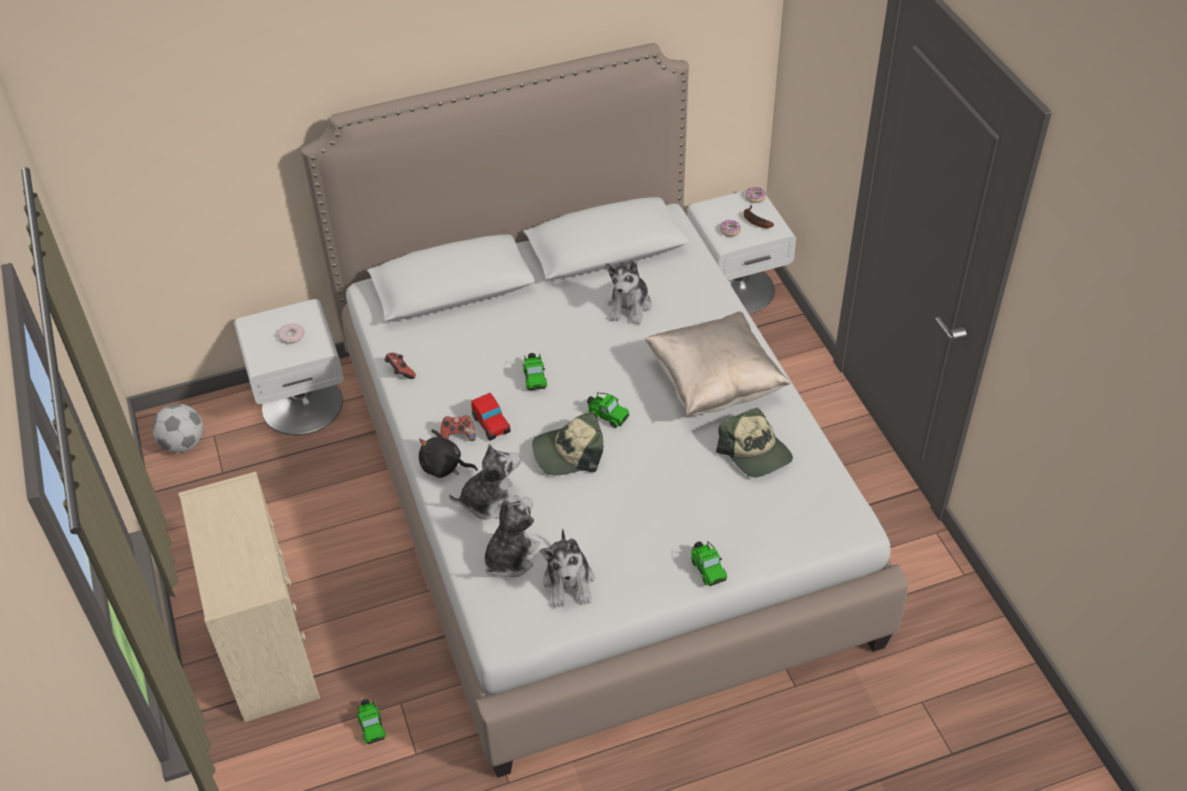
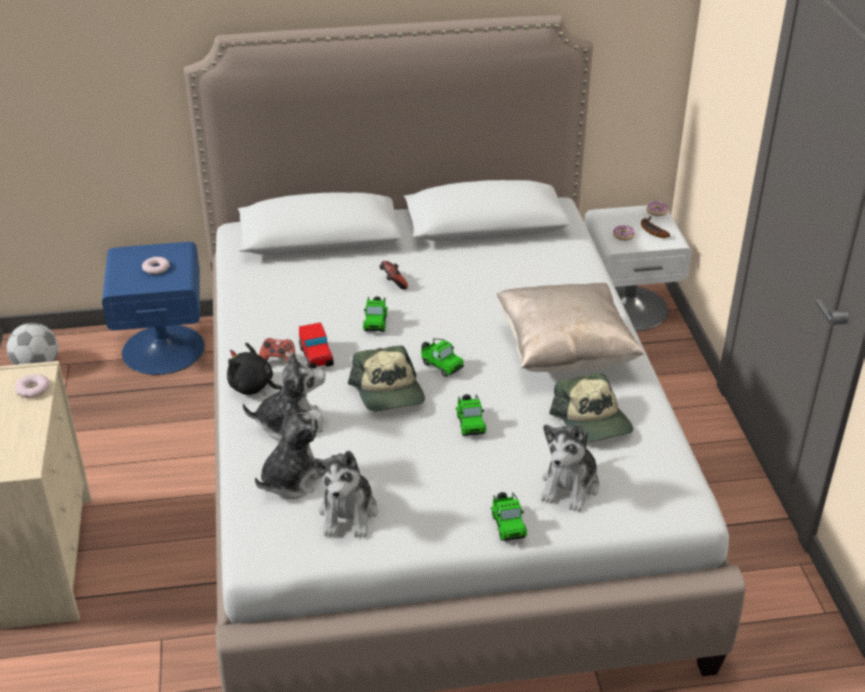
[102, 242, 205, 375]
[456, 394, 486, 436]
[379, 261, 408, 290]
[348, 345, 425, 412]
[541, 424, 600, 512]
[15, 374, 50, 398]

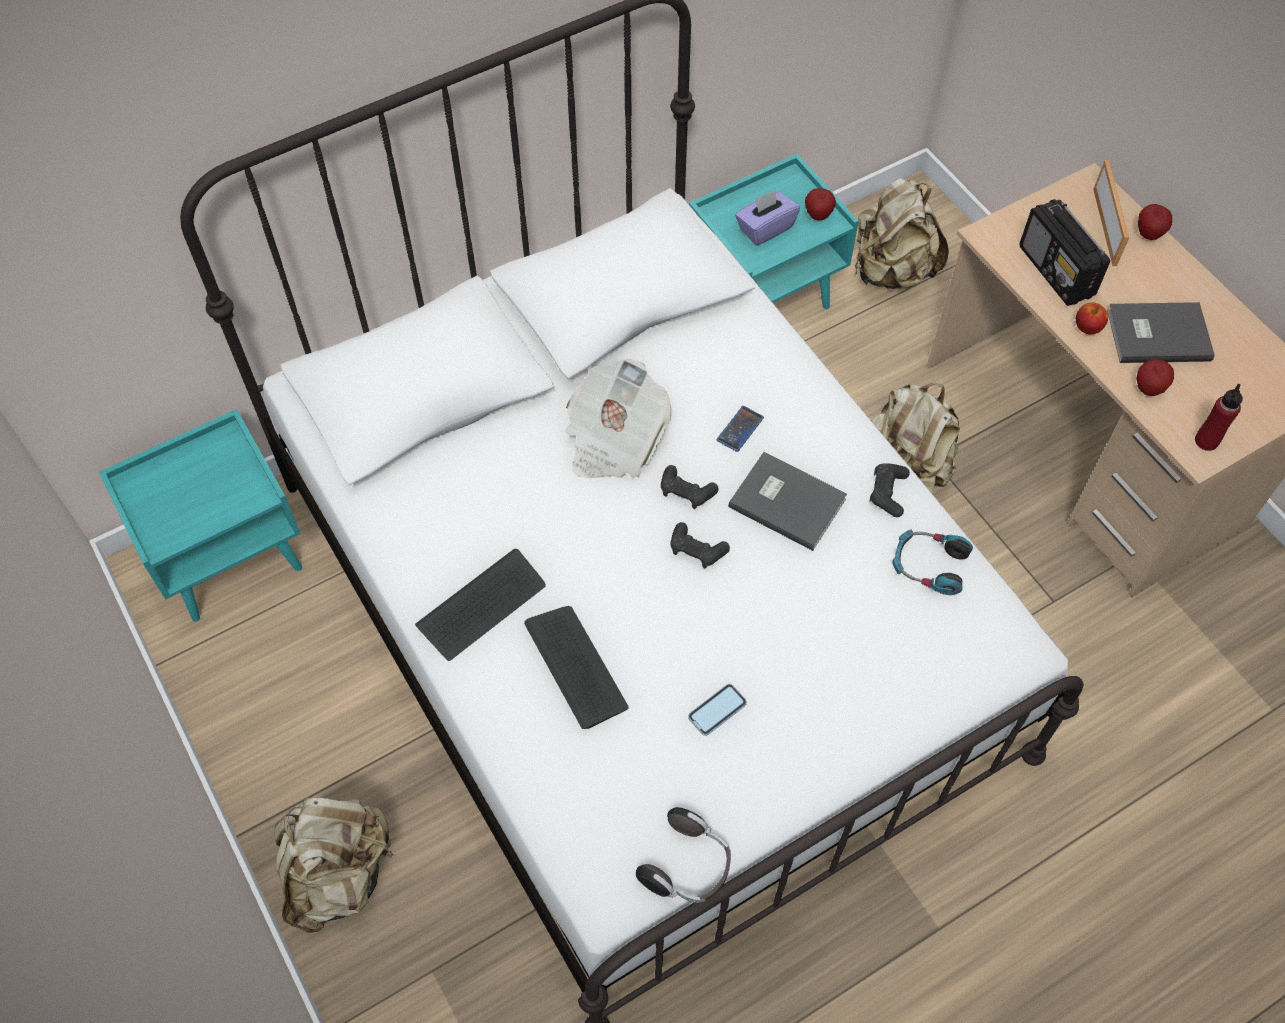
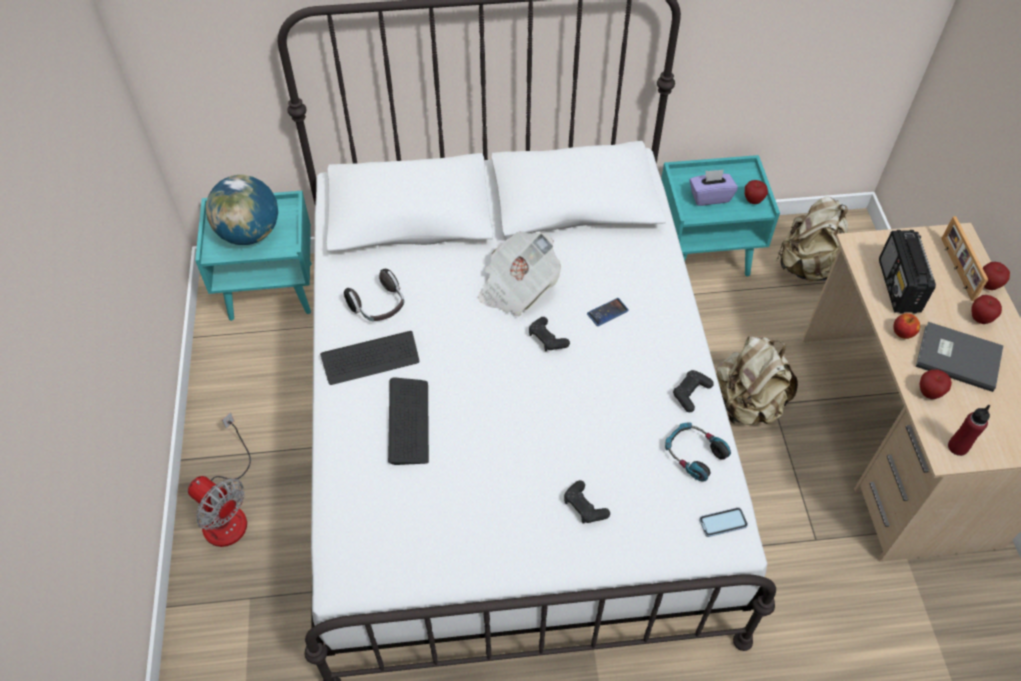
[188, 412, 251, 547]
[344, 269, 404, 321]
[564, 480, 610, 524]
[699, 507, 748, 537]
[728, 452, 847, 551] (first image)
[941, 216, 988, 301]
[206, 175, 278, 245]
[971, 295, 1002, 324]

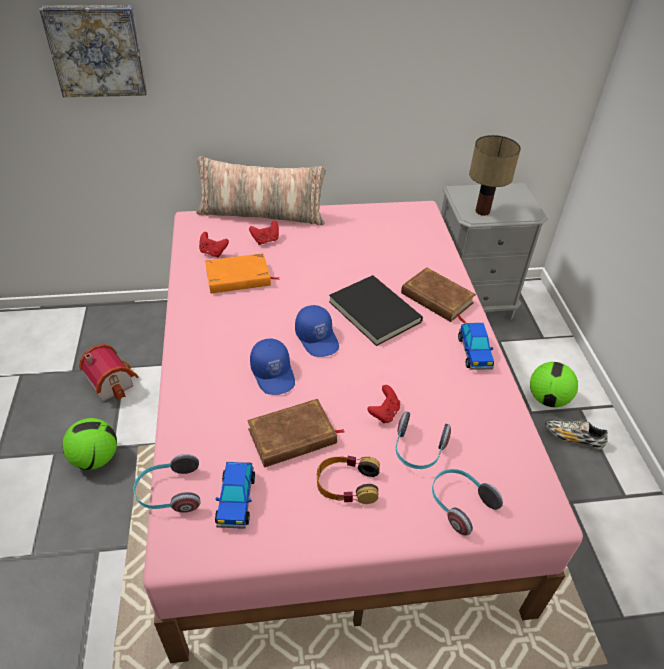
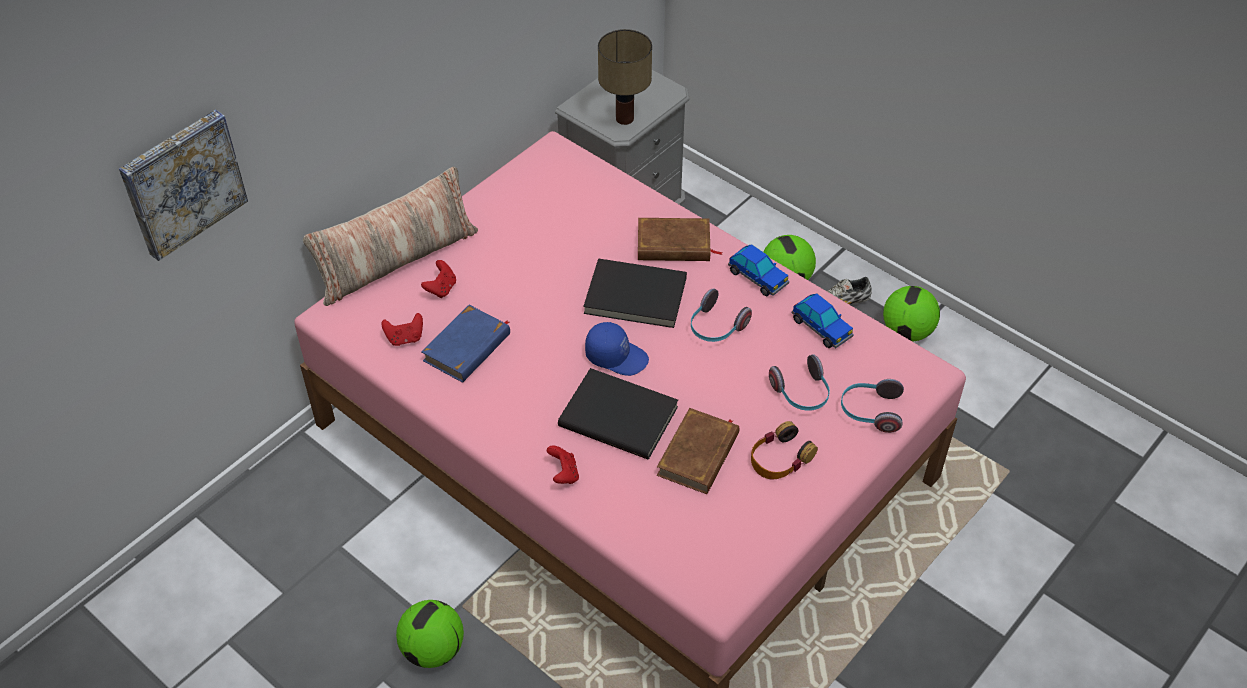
[79, 344, 139, 402] (first image)
[691, 289, 752, 342]
[422, 305, 510, 383]
[792, 294, 854, 349]
[558, 368, 678, 459]
[547, 445, 579, 484]
[883, 286, 940, 341]

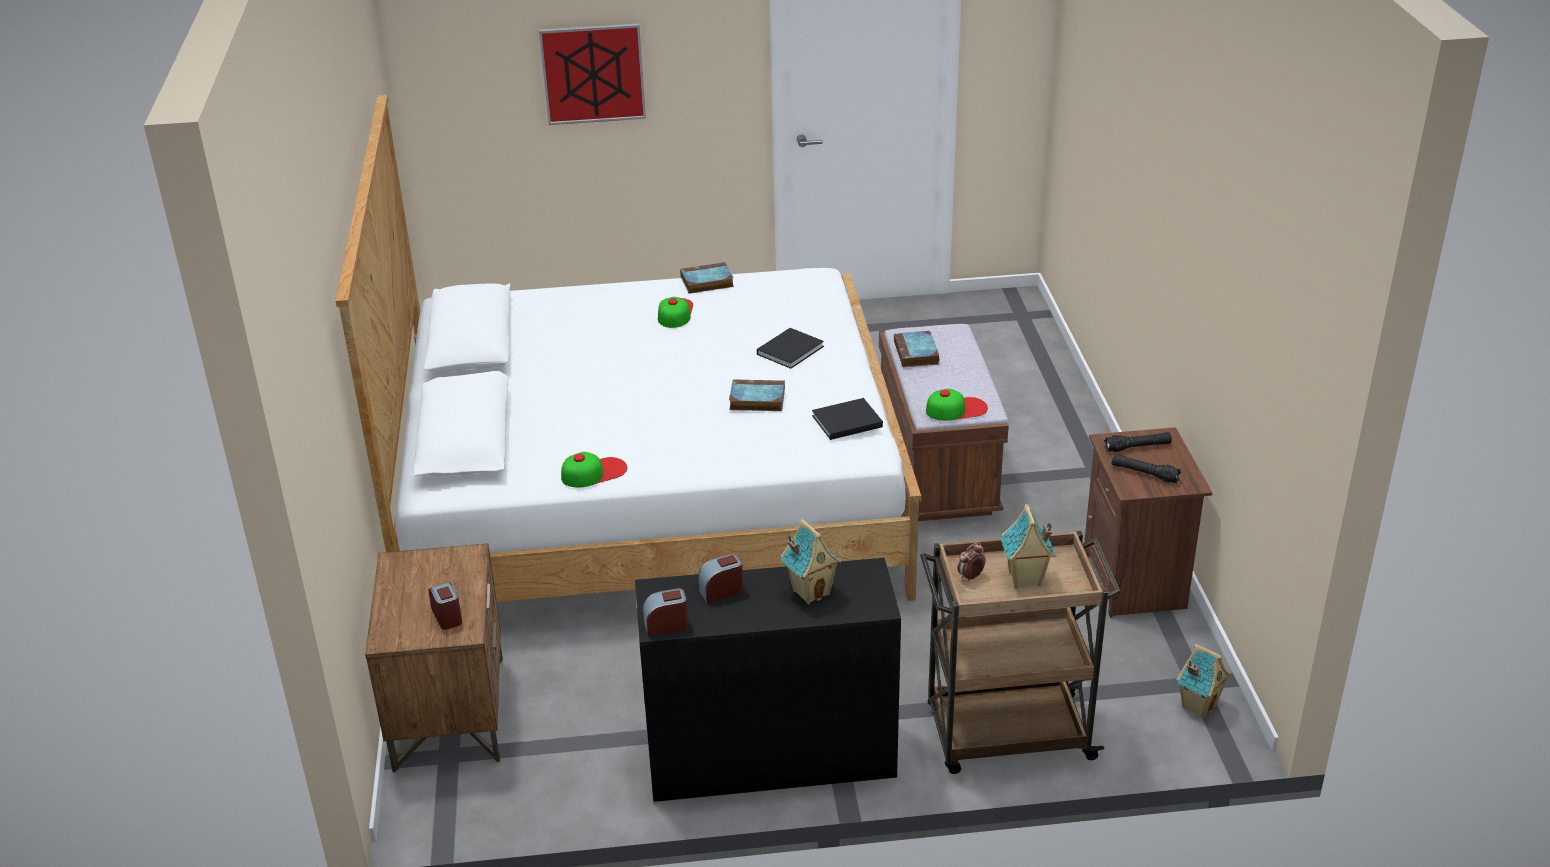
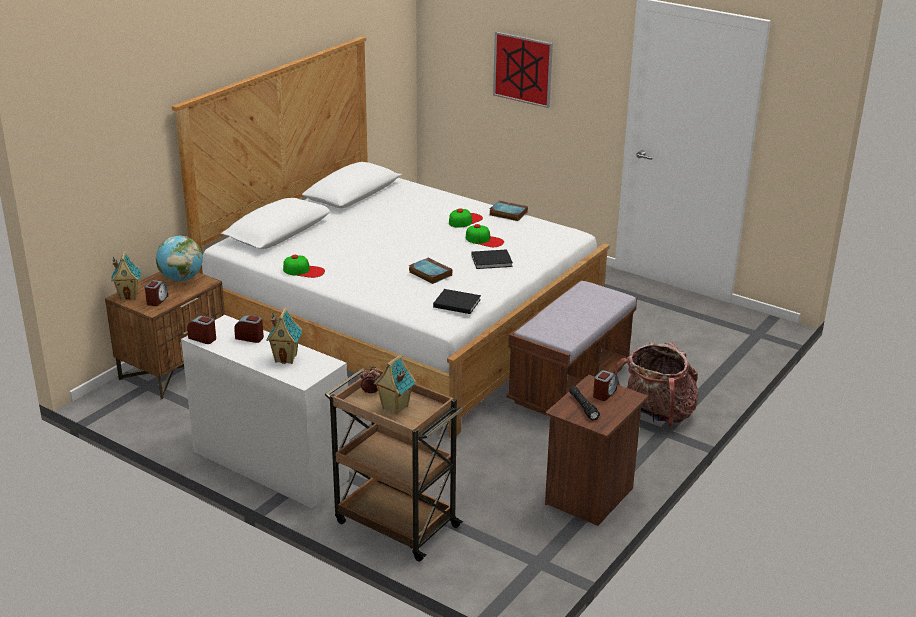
[181, 315, 351, 508]
[894, 331, 940, 367] (first image)
[466, 224, 504, 247]
[593, 370, 618, 401]
[111, 251, 141, 301]
[156, 236, 203, 281]
[615, 342, 698, 430]

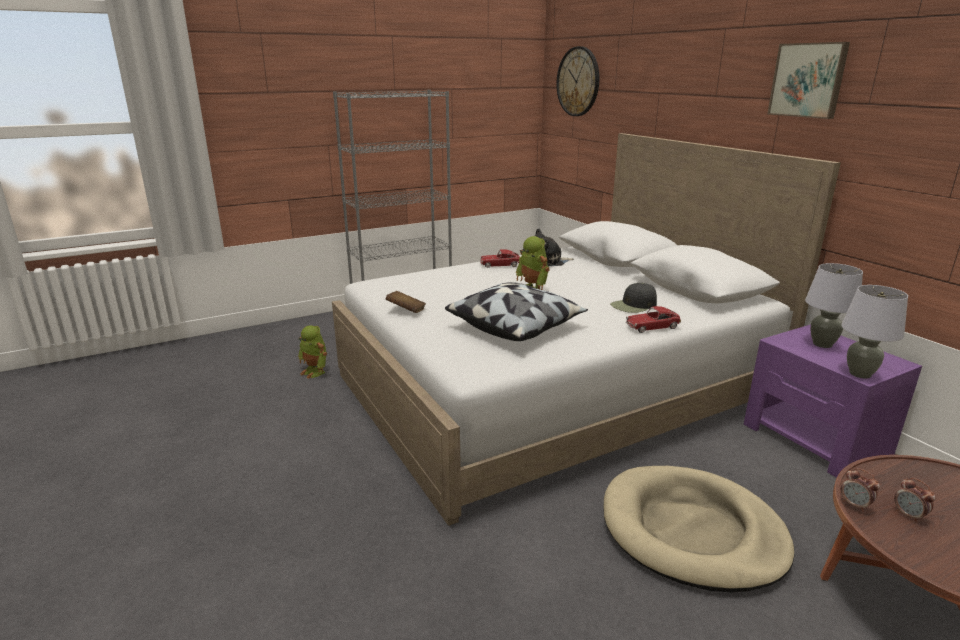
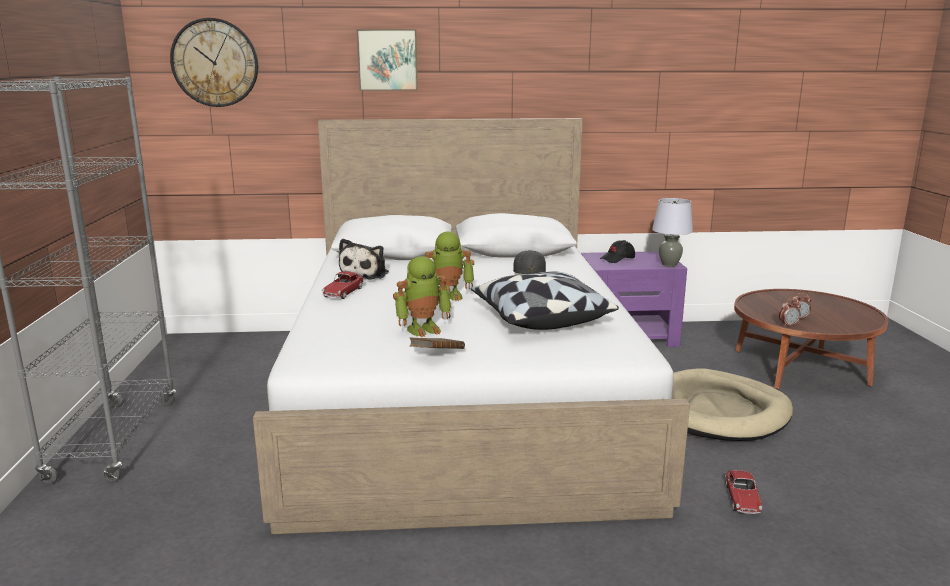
[393, 256, 451, 337]
[725, 470, 762, 514]
[356, 29, 418, 91]
[600, 240, 635, 263]

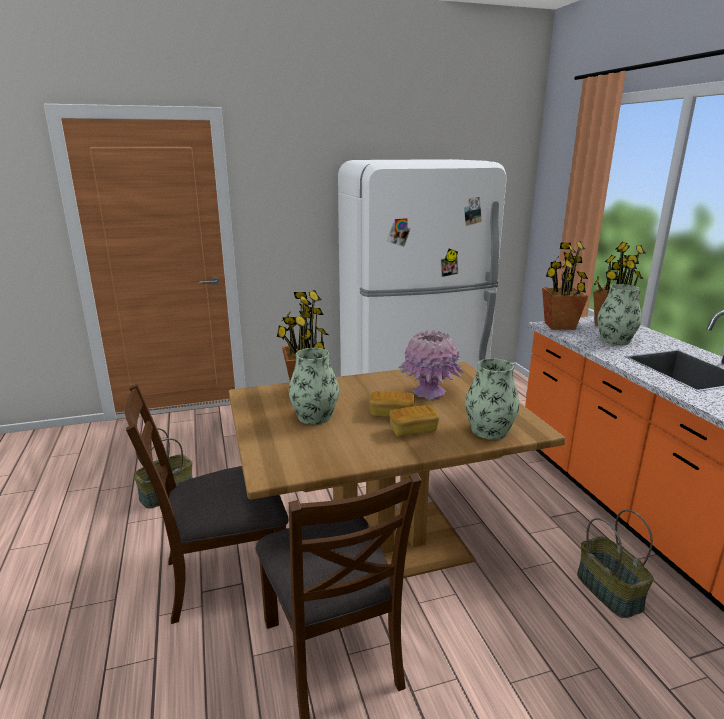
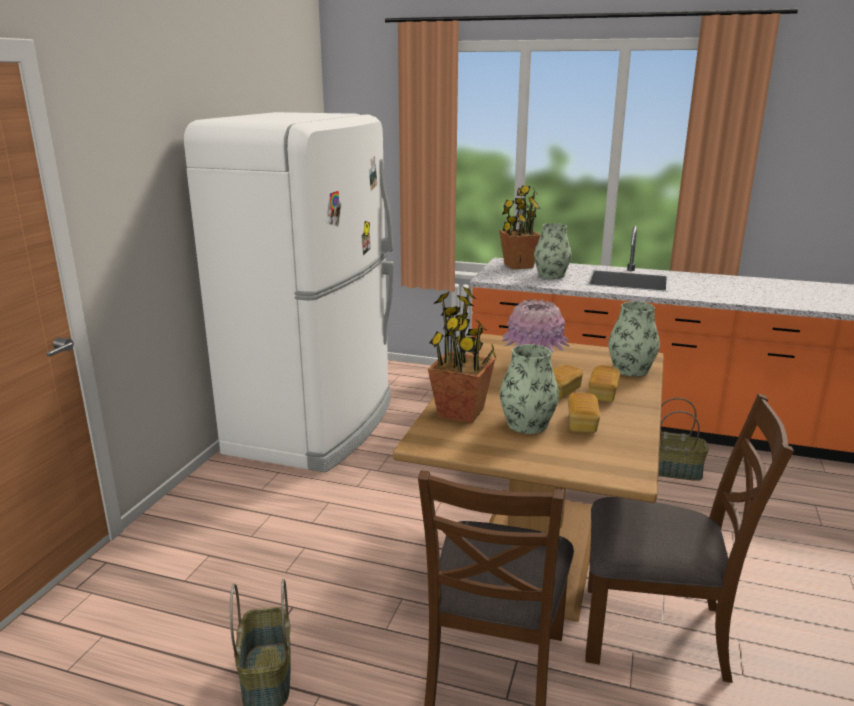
[542, 241, 588, 330] (first image)
[568, 393, 600, 433]

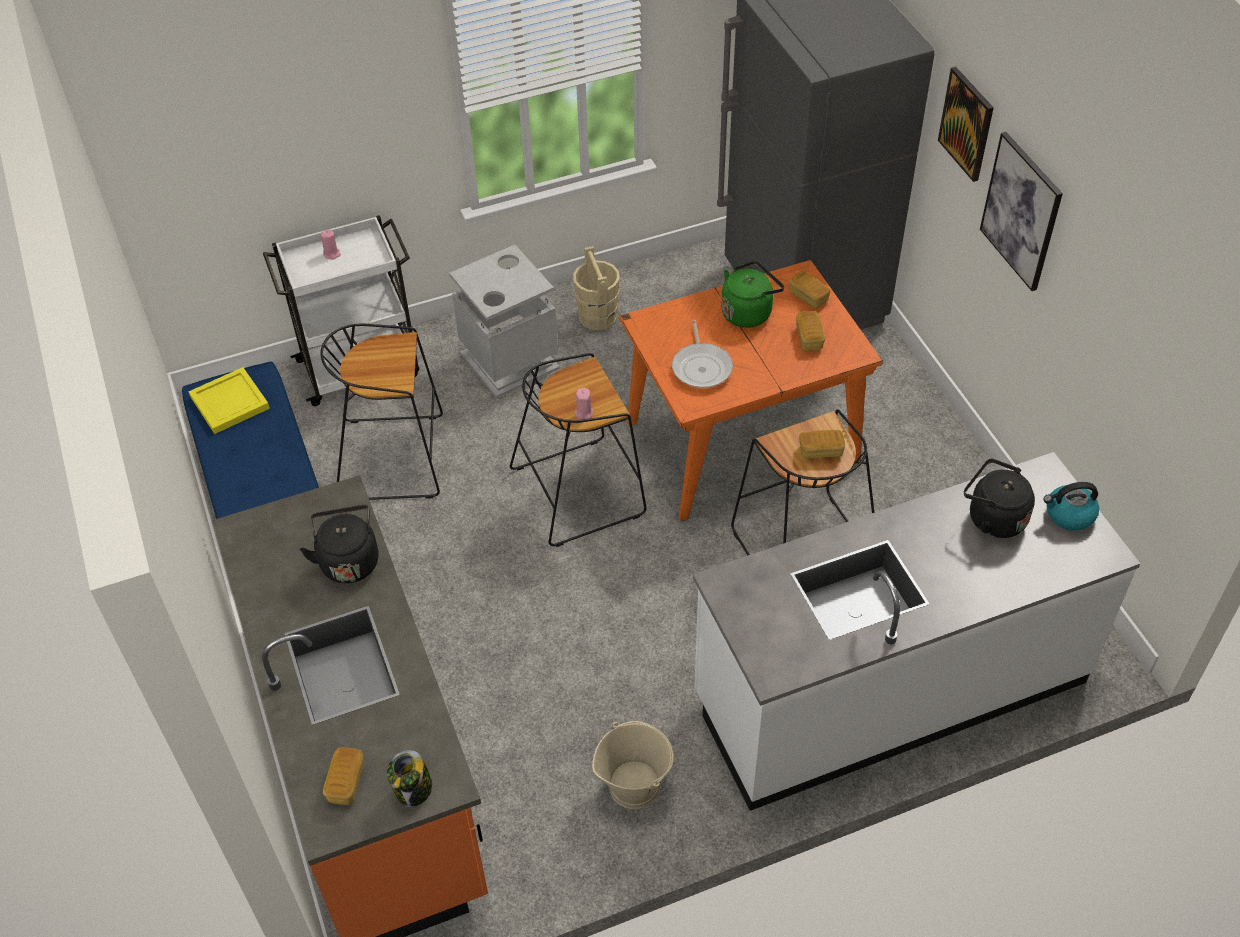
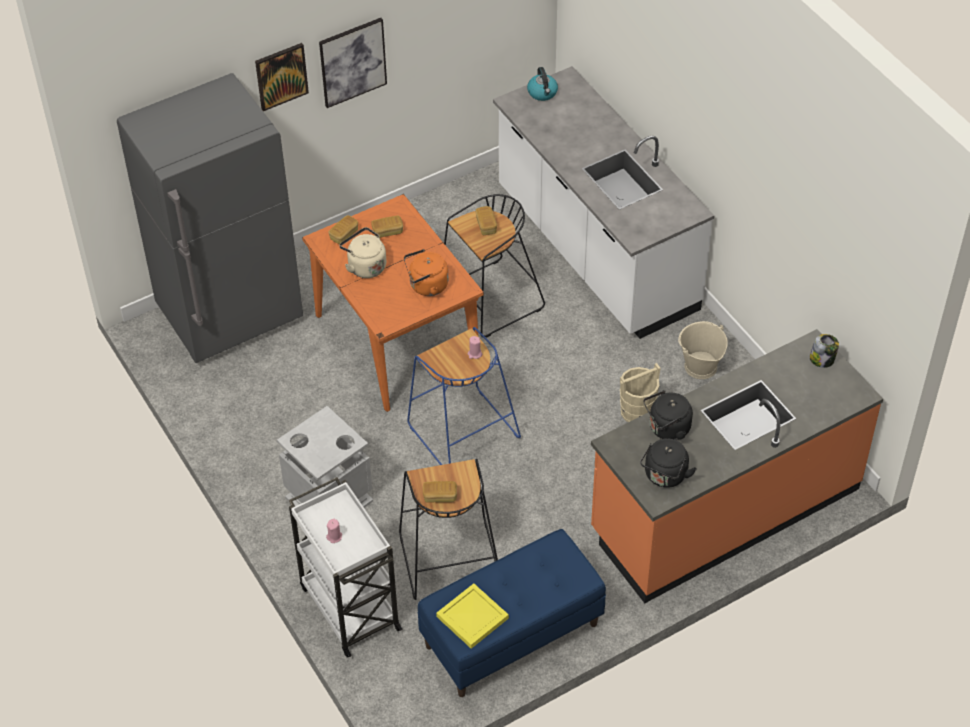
[423, 481, 457, 503]
[407, 327, 521, 465]
[620, 363, 661, 422]
[404, 249, 448, 296]
[339, 227, 386, 278]
[640, 438, 697, 488]

